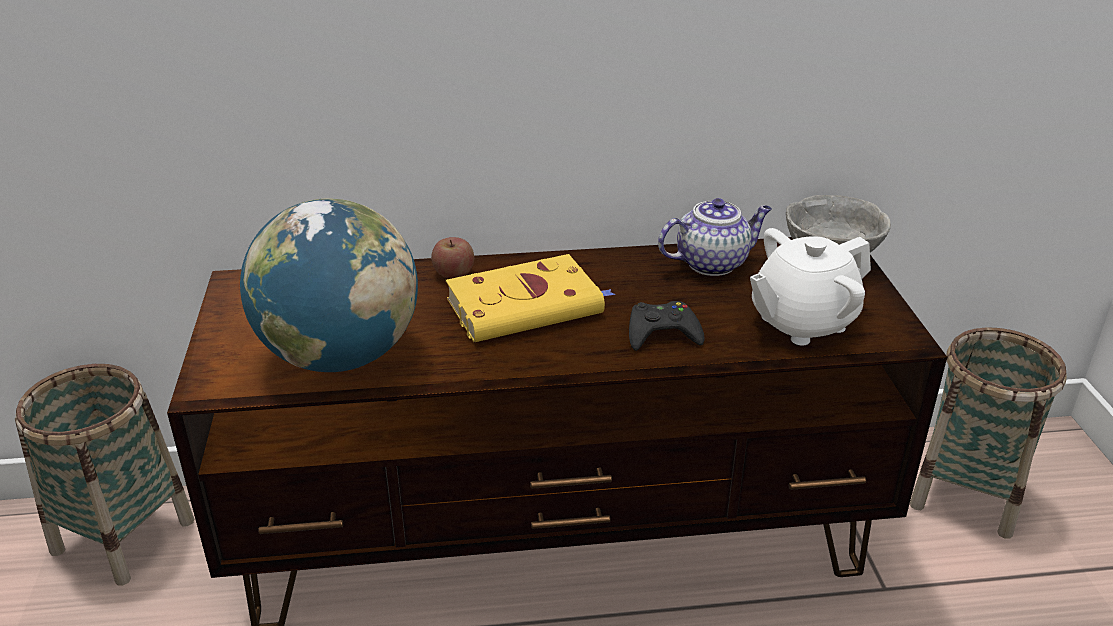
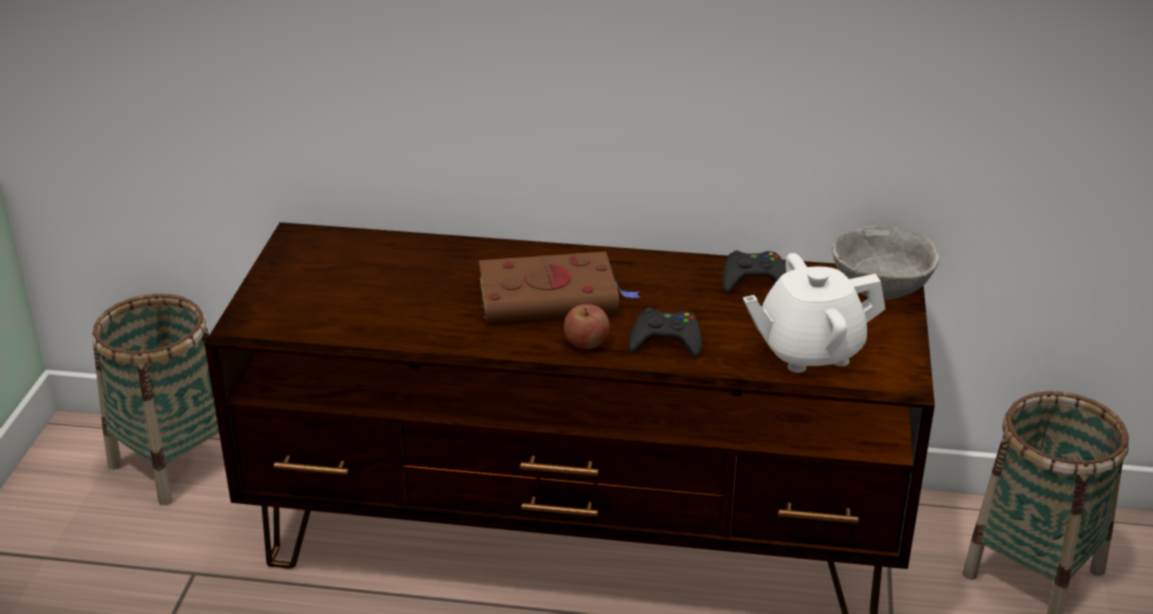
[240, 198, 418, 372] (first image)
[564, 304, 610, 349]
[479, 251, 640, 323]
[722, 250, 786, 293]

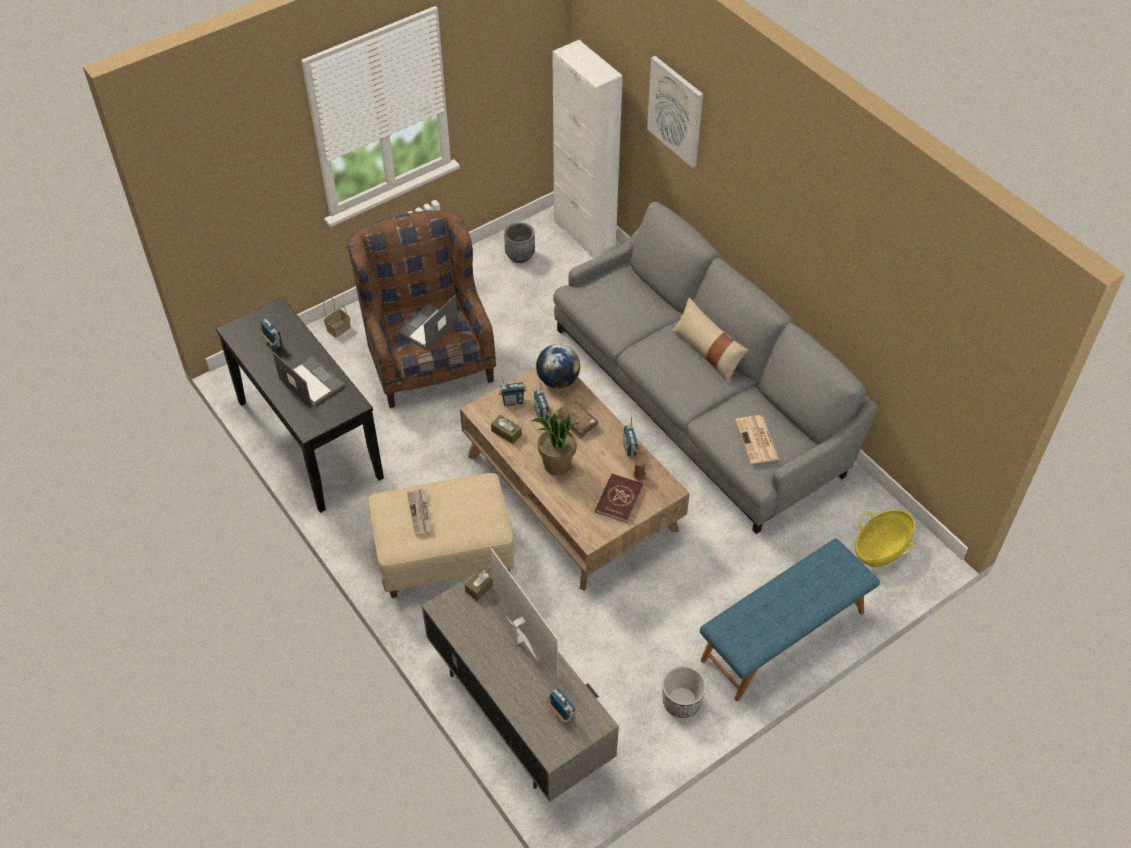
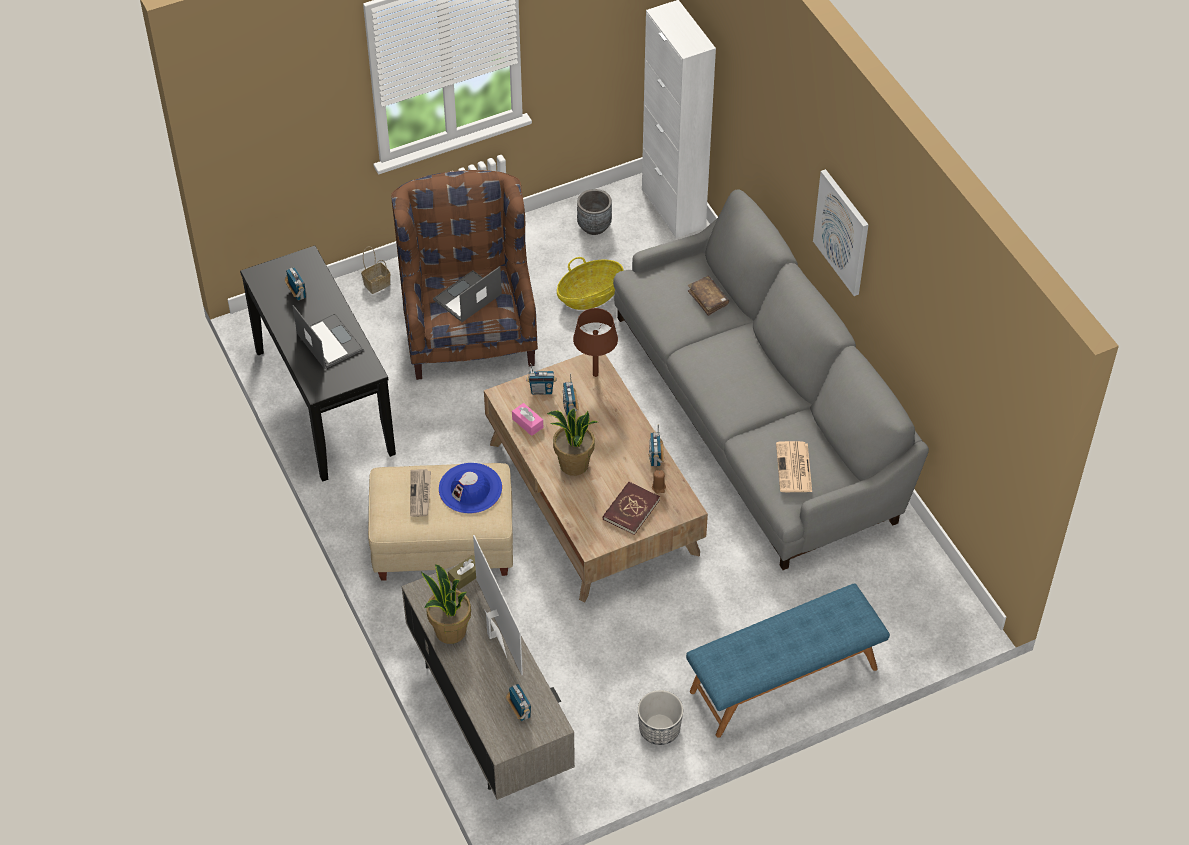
[512, 403, 543, 436]
[573, 308, 618, 377]
[688, 276, 729, 316]
[813, 169, 869, 296]
[672, 298, 748, 383] (first image)
[557, 257, 624, 310]
[421, 564, 471, 644]
[439, 463, 502, 514]

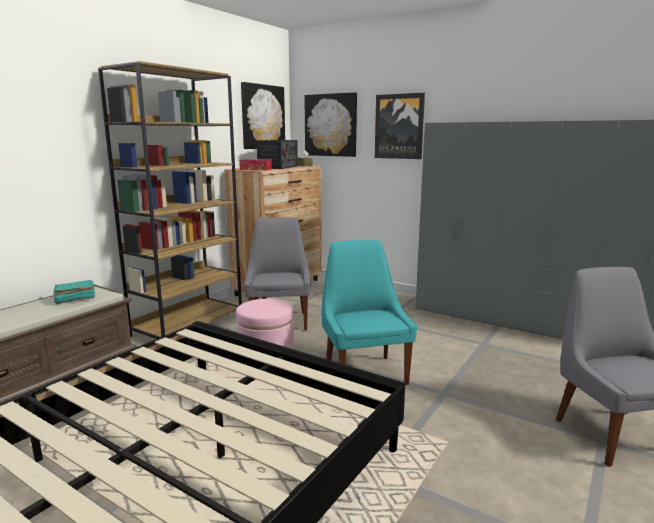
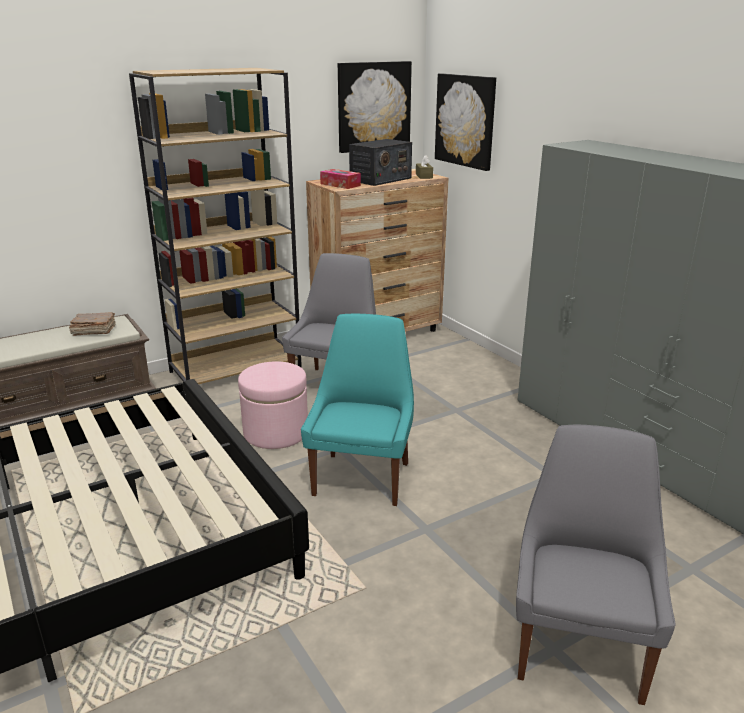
[69, 312, 116, 336]
[375, 93, 425, 159] (first image)

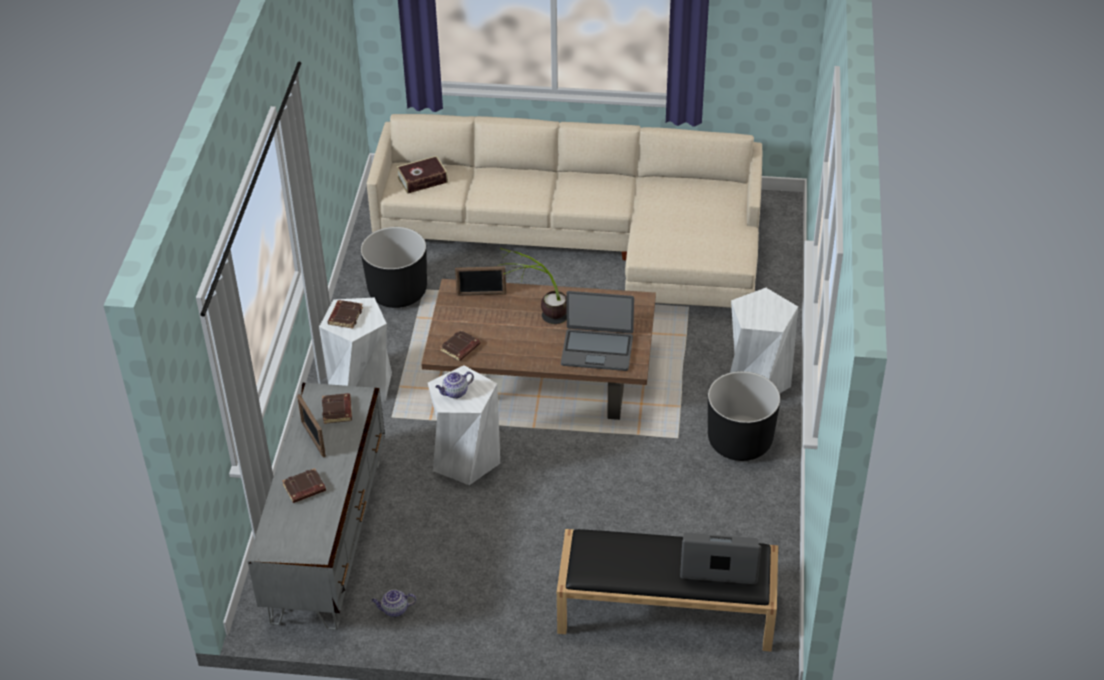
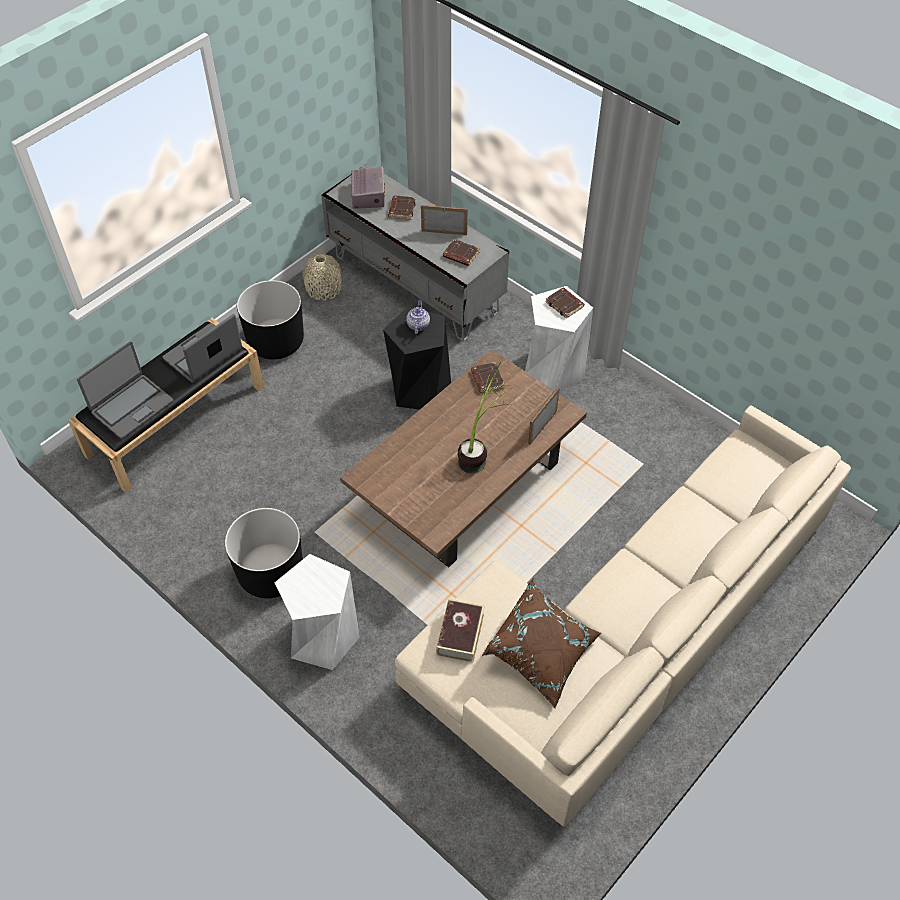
[237, 280, 304, 359]
[303, 253, 342, 300]
[436, 599, 484, 662]
[383, 307, 451, 410]
[163, 314, 242, 383]
[351, 167, 385, 209]
[482, 578, 601, 708]

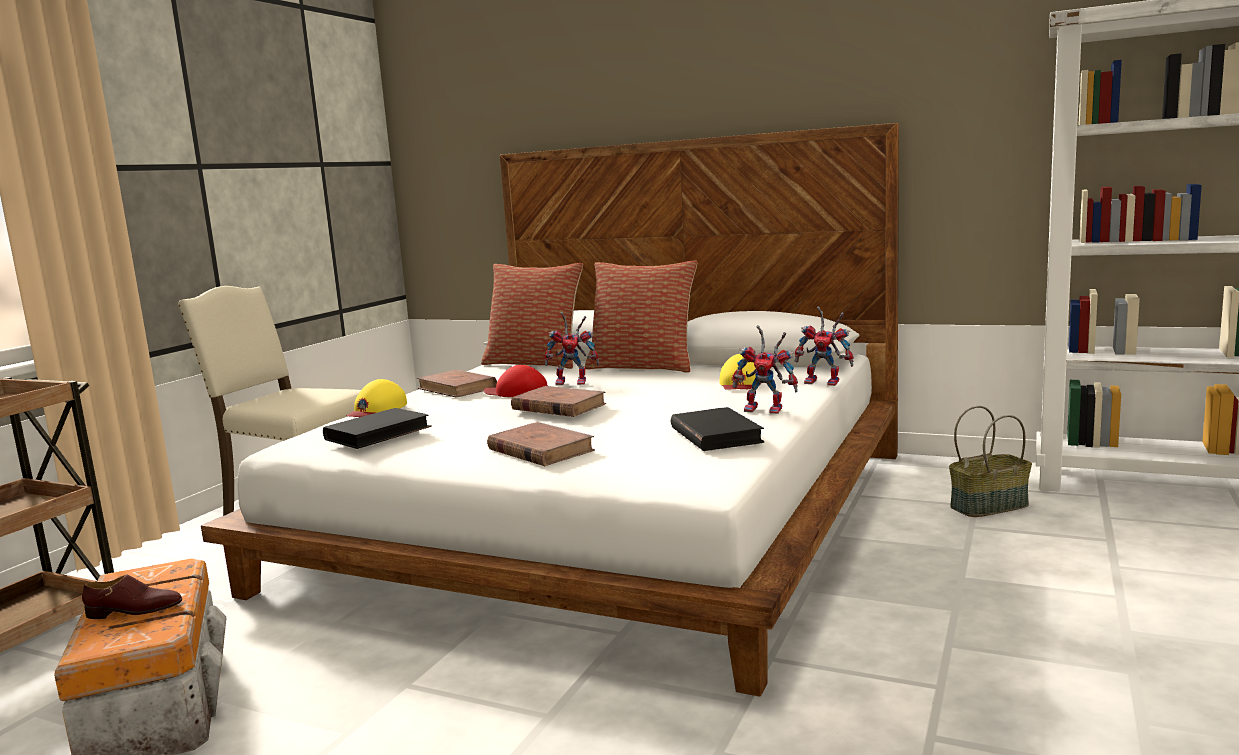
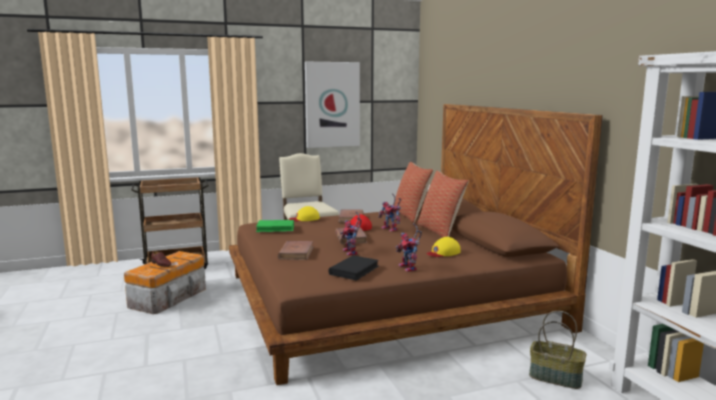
[229, 104, 603, 385]
[256, 220, 294, 232]
[340, 212, 362, 256]
[305, 62, 360, 148]

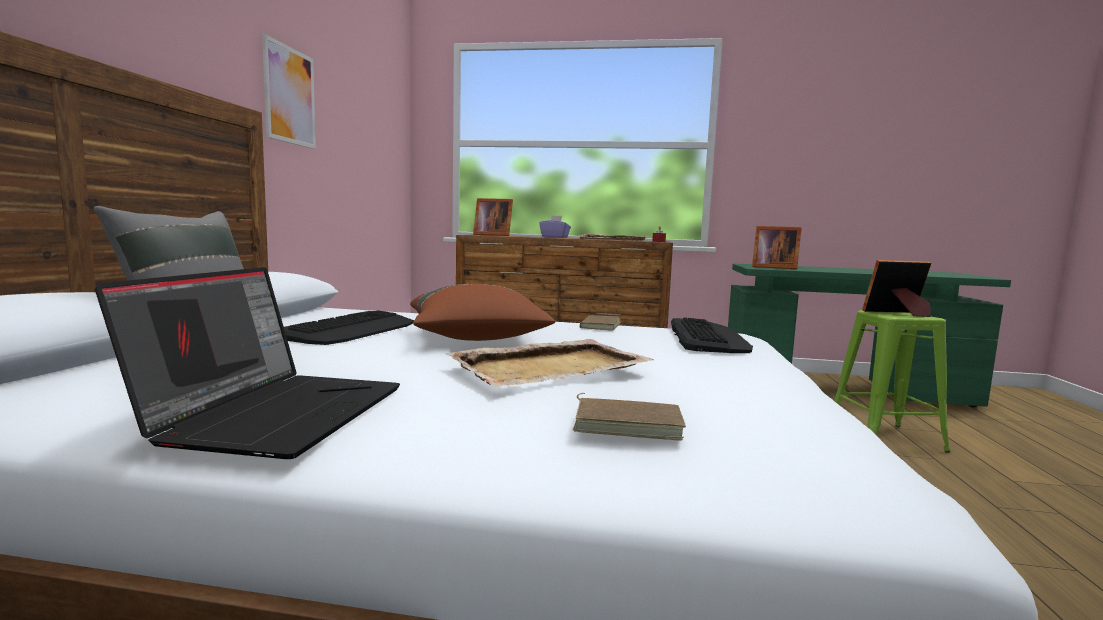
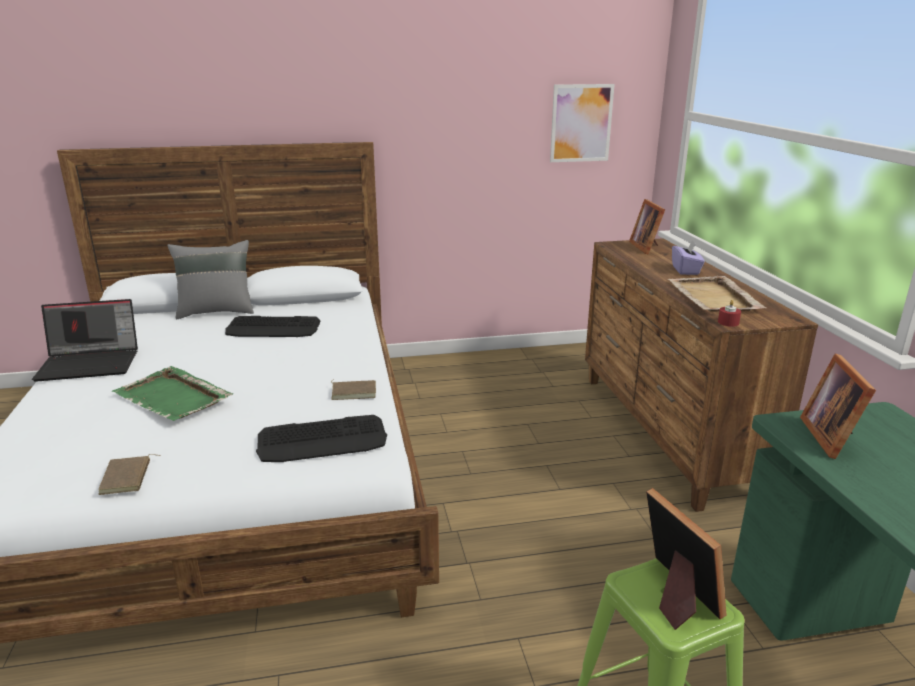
[550, 84, 615, 162]
[410, 284, 555, 341] (first image)
[112, 366, 233, 421]
[98, 454, 160, 495]

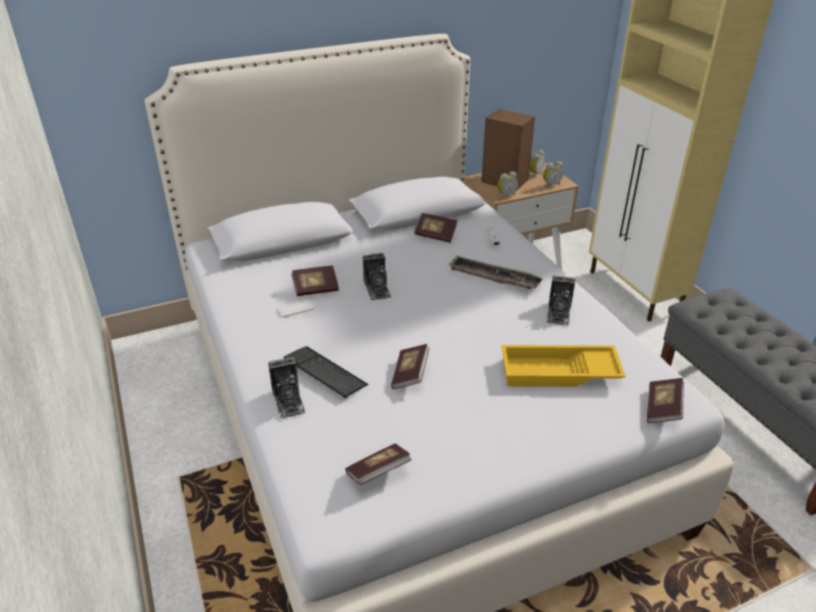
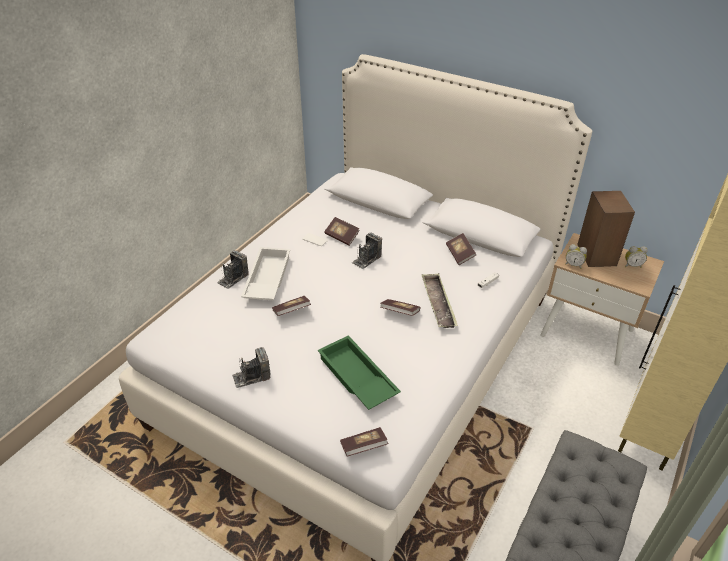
[241, 247, 290, 300]
[380, 299, 420, 316]
[318, 335, 401, 410]
[543, 161, 564, 187] (first image)
[232, 347, 271, 388]

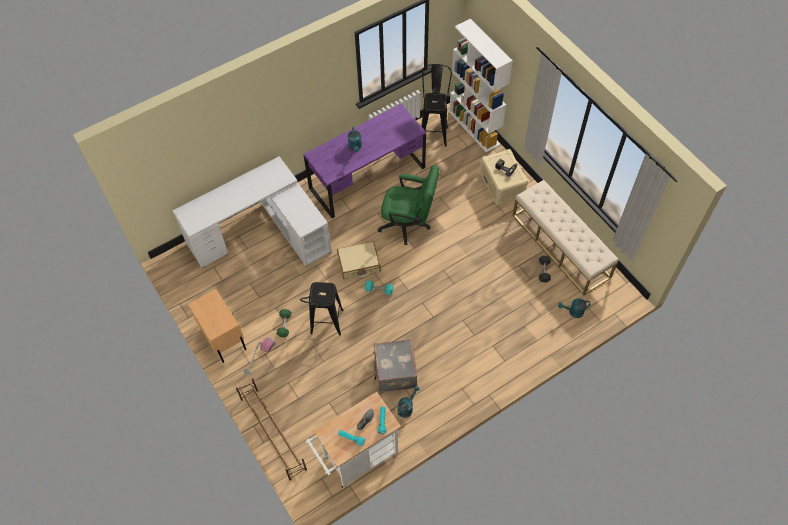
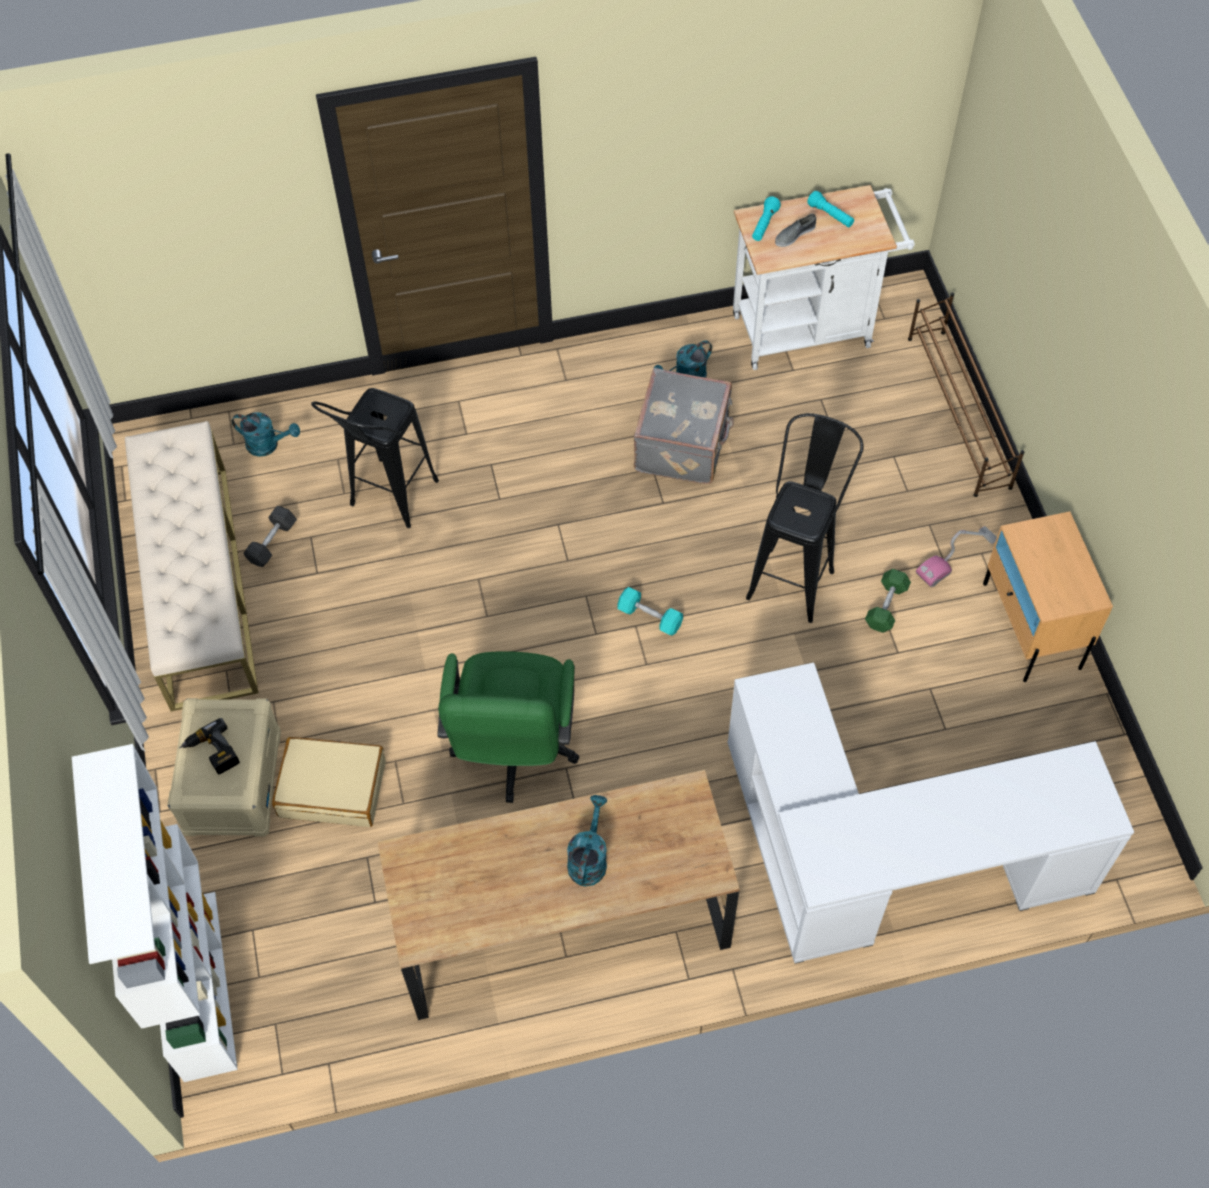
[378, 770, 740, 1020]
[272, 737, 386, 827]
[438, 651, 579, 803]
[311, 388, 439, 528]

